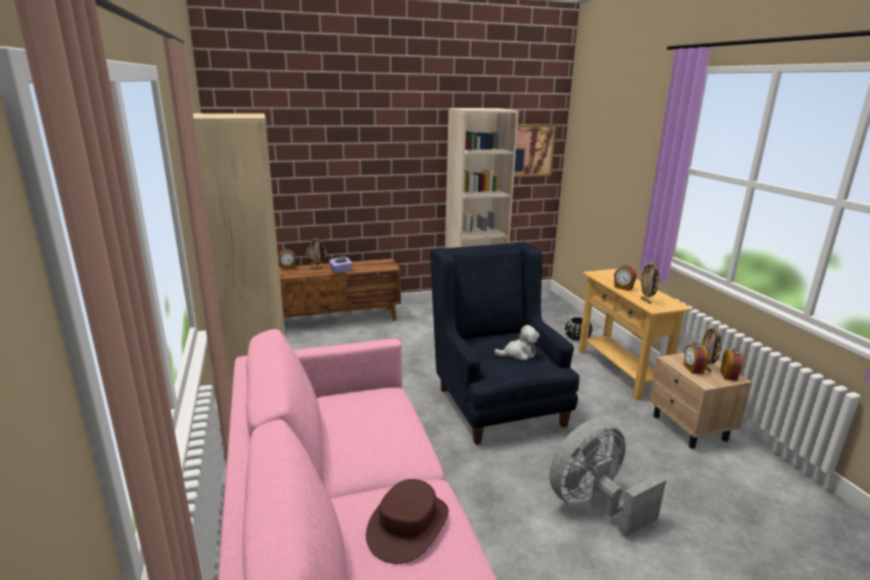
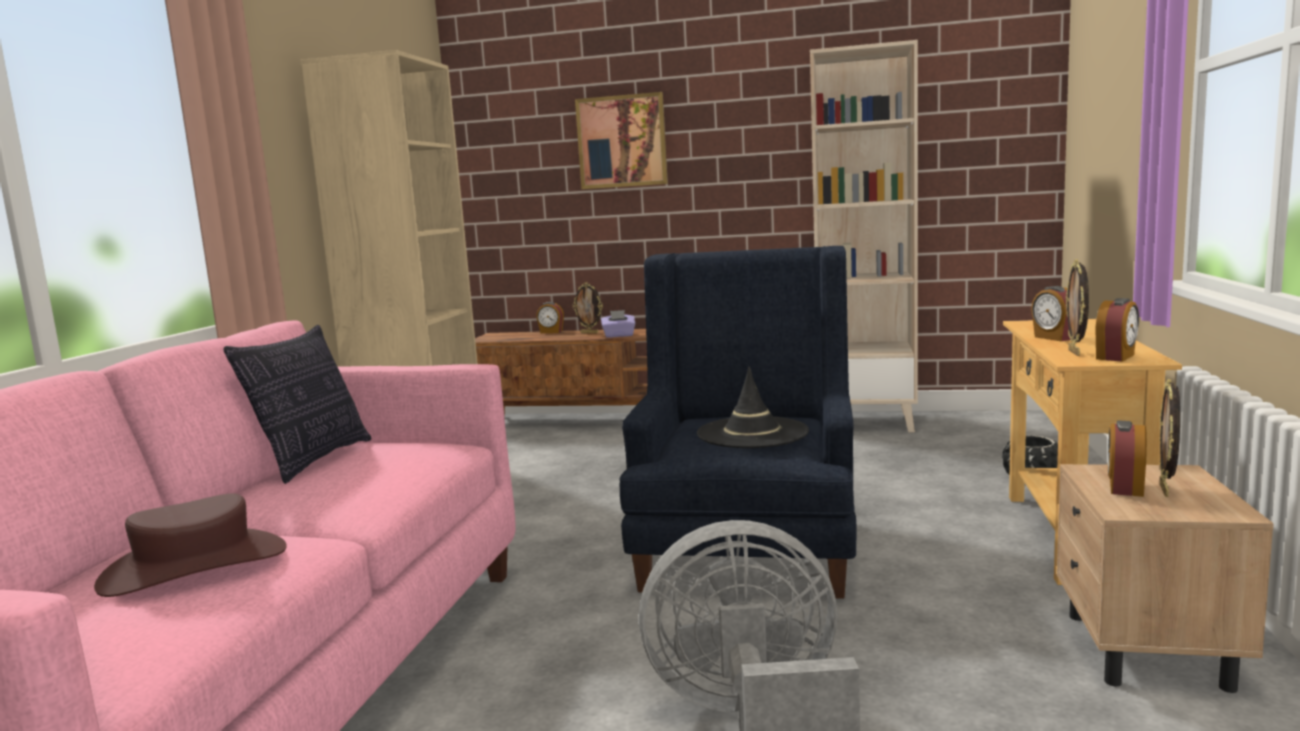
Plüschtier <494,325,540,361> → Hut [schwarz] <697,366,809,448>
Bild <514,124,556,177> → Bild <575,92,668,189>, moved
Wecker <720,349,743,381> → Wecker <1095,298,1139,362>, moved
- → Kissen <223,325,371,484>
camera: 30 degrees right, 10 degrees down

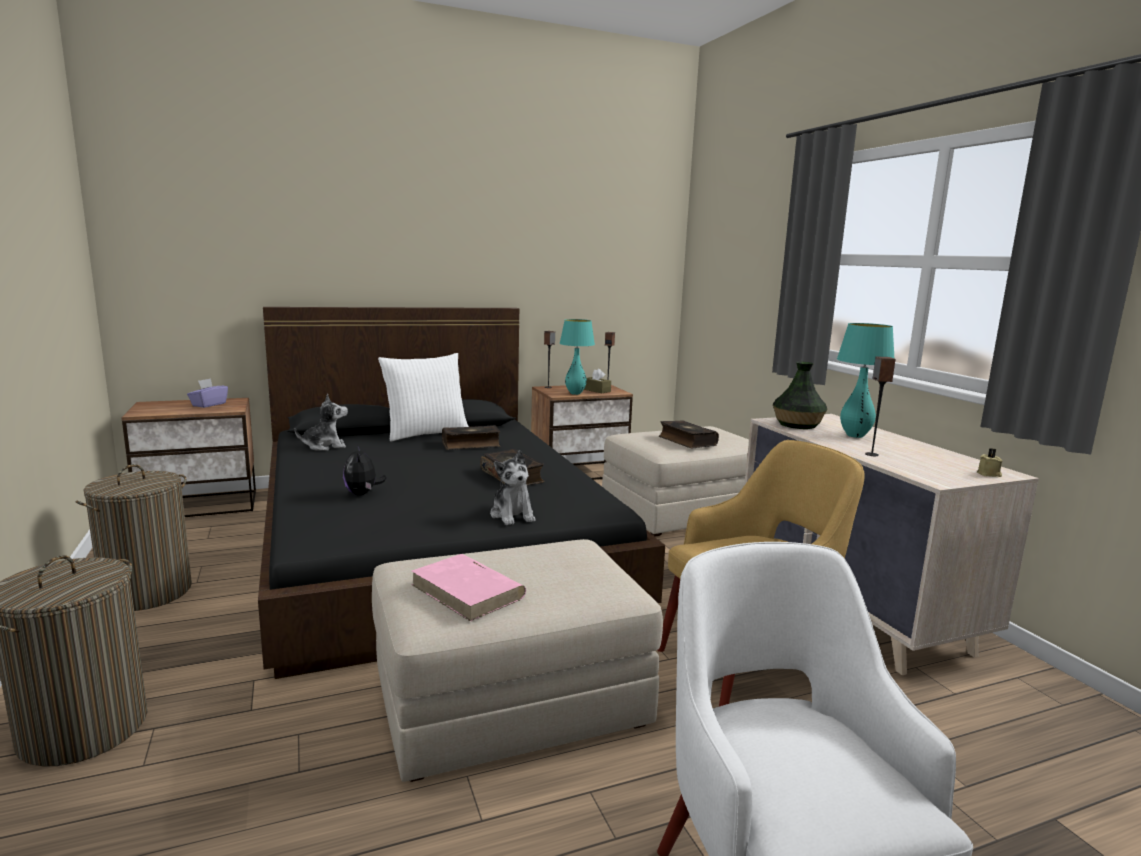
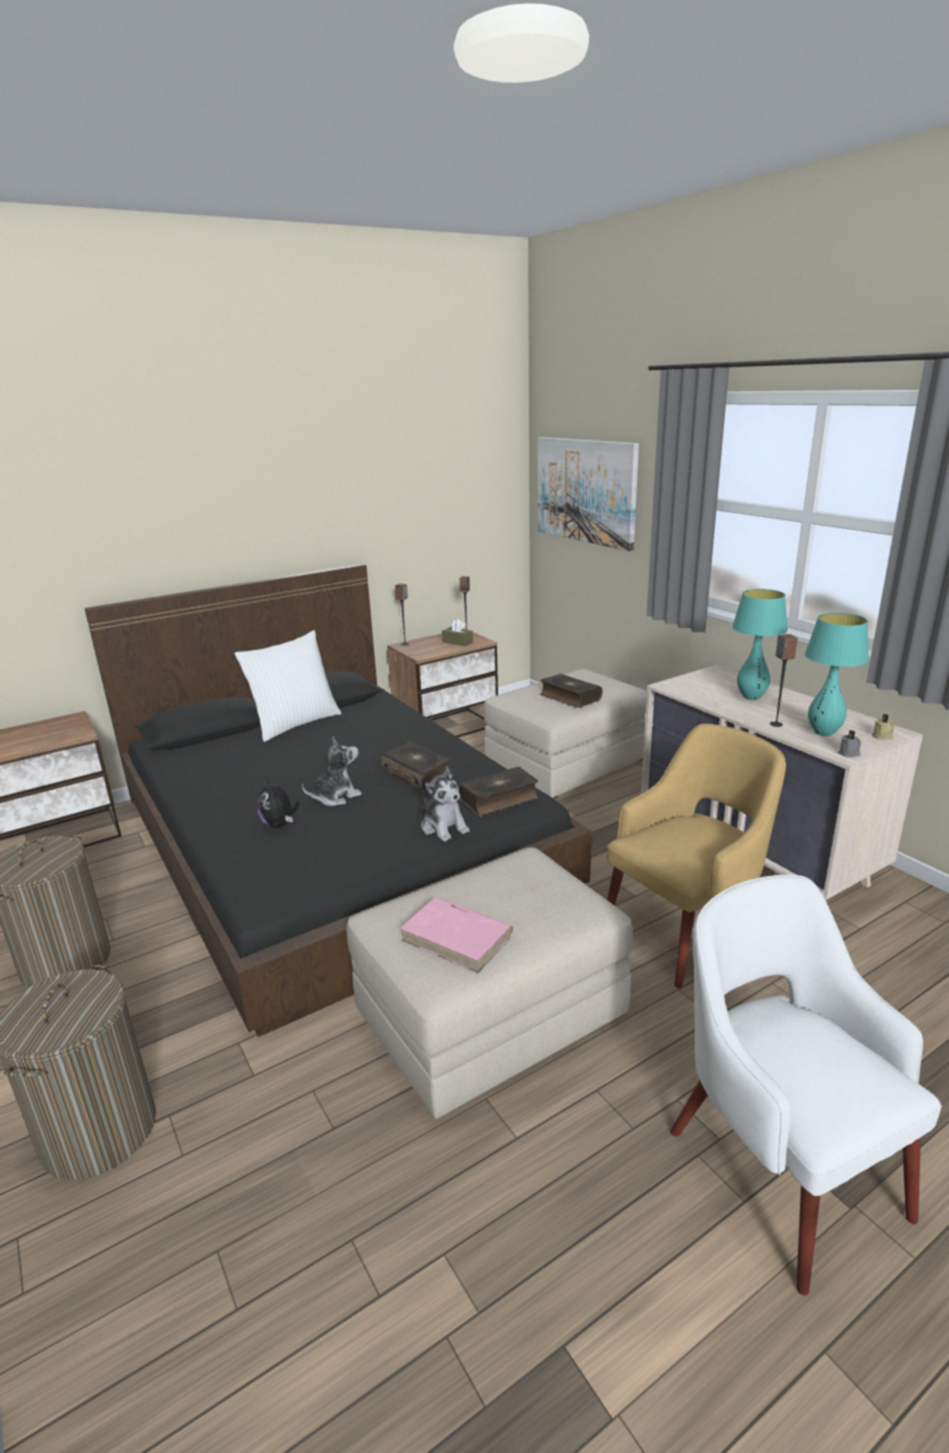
Taschentuchbox [lila] <187,378,228,408> → -
Plüschtier <294,394,348,451> → Plüschtier <302,736,362,806>, moved
Buch <442,425,500,450> → Buch <457,767,538,817>, moved
Tischlampe [türkis] <559,319,595,395> → Tischlampe [türkis] <805,613,869,736>, moved
Vase <773,362,828,429> → -
- → Bild <538,437,639,551>
- → Kerze [grau] <838,730,861,758>
camera: 10 degrees left, 10 degrees up

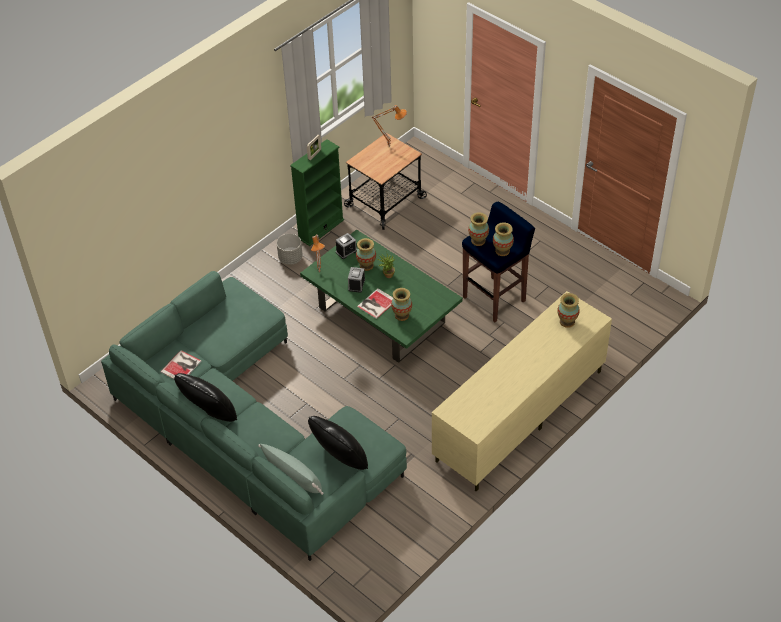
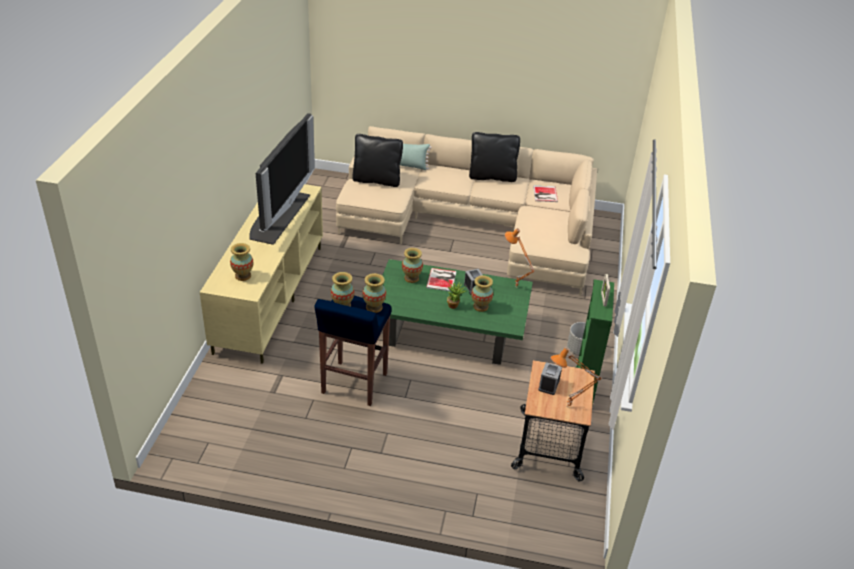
Sofa [grün] <101,271,407,561> → Sofa [beige] <336,126,597,296>
Wecker <336,233,357,259> → Wecker <538,362,562,395>, moved
- → Fernseher <249,113,315,245>
camera: 145 degrees right, 10 degrees down

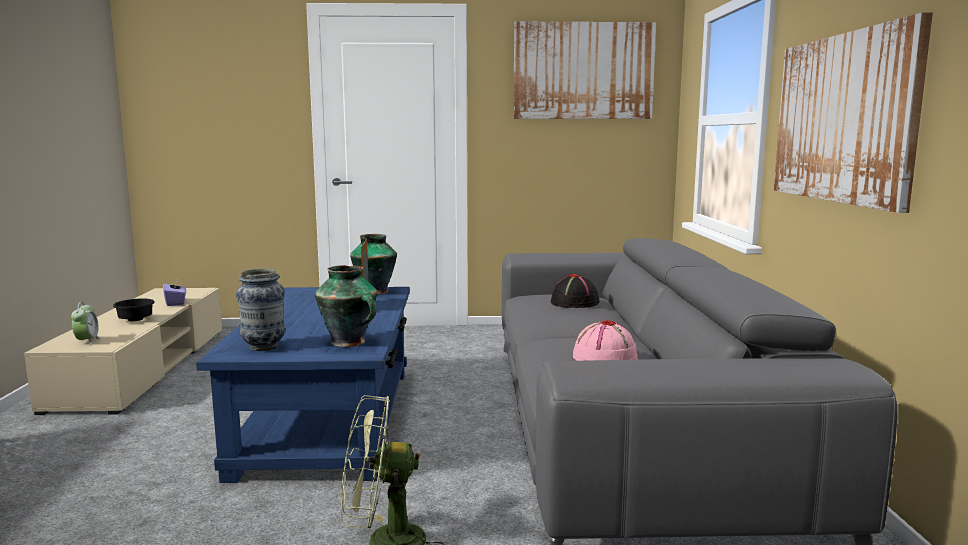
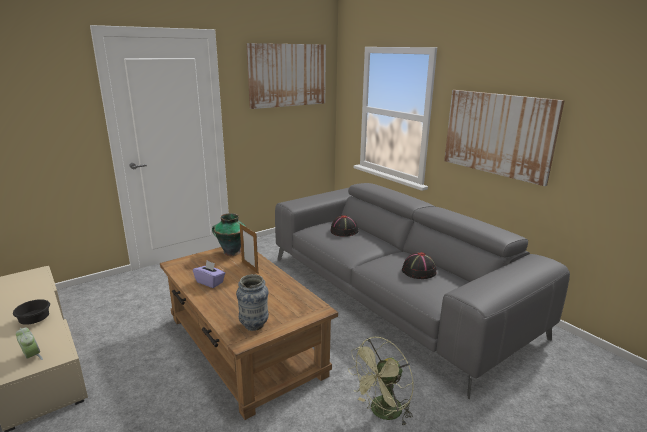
Taschentuchbox [lila] <163,280,186,306> → Taschentuchbox [lila] <193,260,225,288>, moved
Couchtisch [blau] <196,287,410,483> → Couchtisch [braun] <160,247,338,420>
Vase <315,265,377,347> → -
Hut [rosa] <573,320,638,361> → Hut [schwarz] <402,252,437,279>
camera: 35 degrees left, 10 degrees up

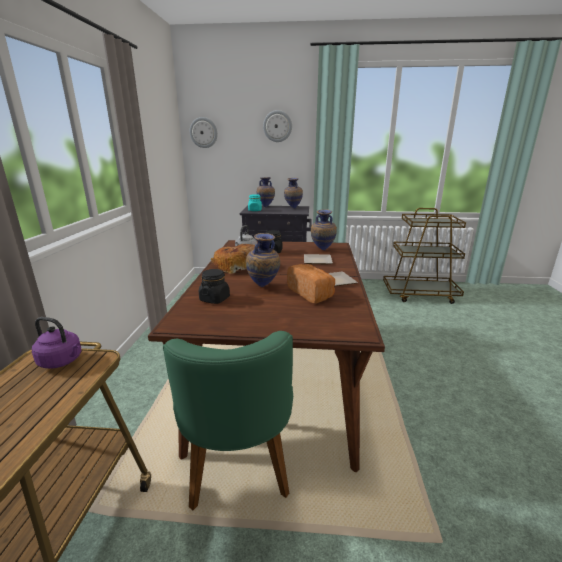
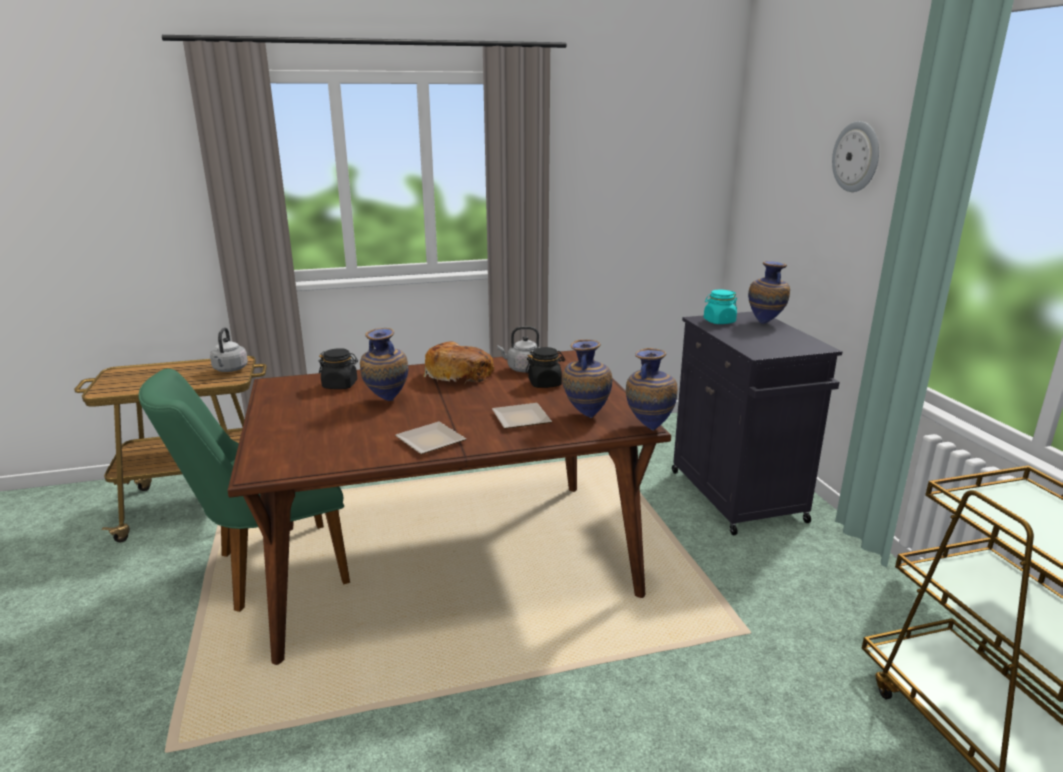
Wasserkessel [lila] <32,317,81,369> → Wasserkessel [grau] <210,328,248,372>
Wanduhr <190,117,218,148> → -
Vase <284,178,303,208> → Vase <626,348,678,431>, moved
Brot <287,264,335,303> → -
camera: 70 degrees right, 0 degrees up

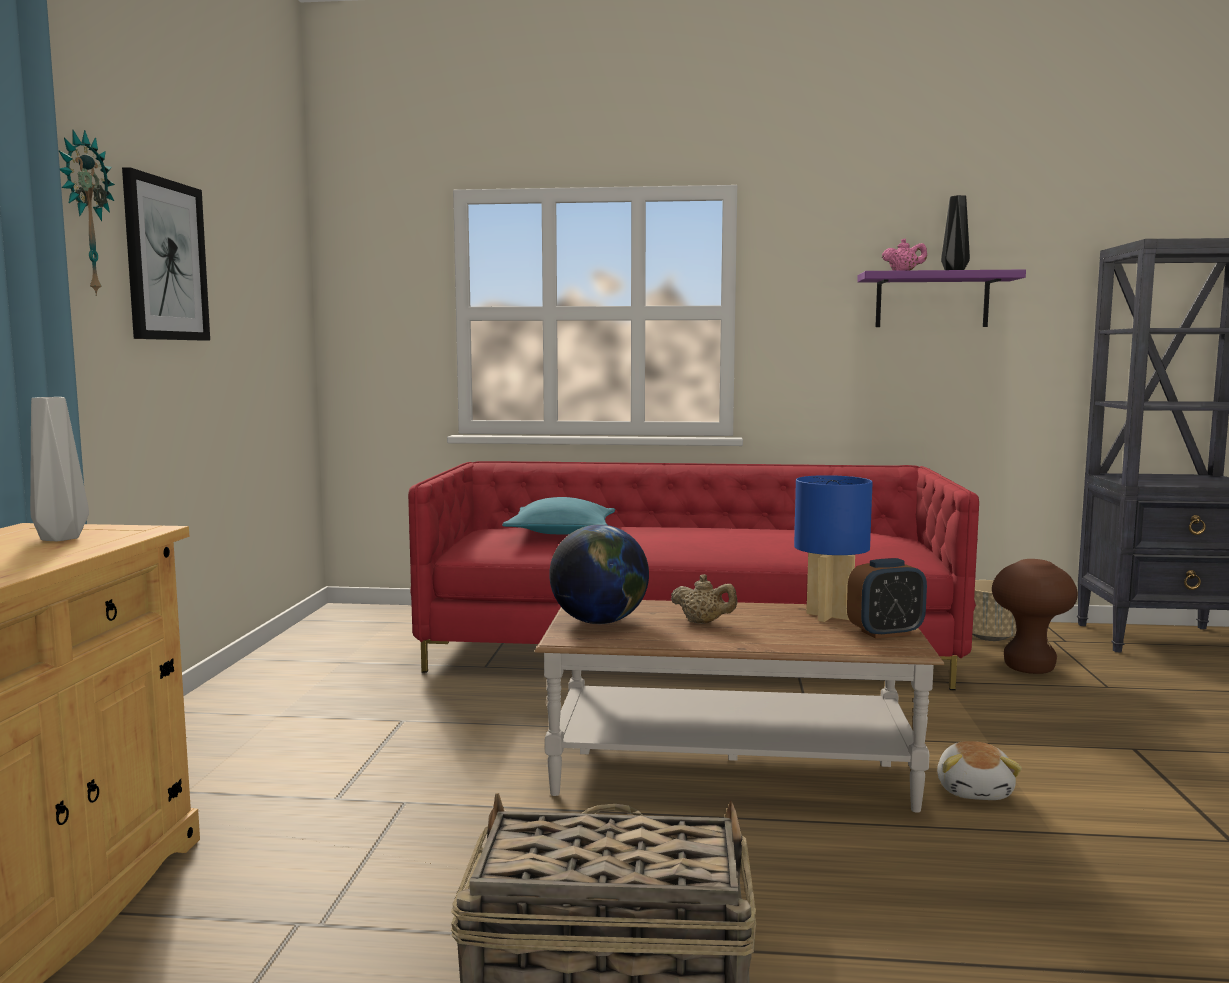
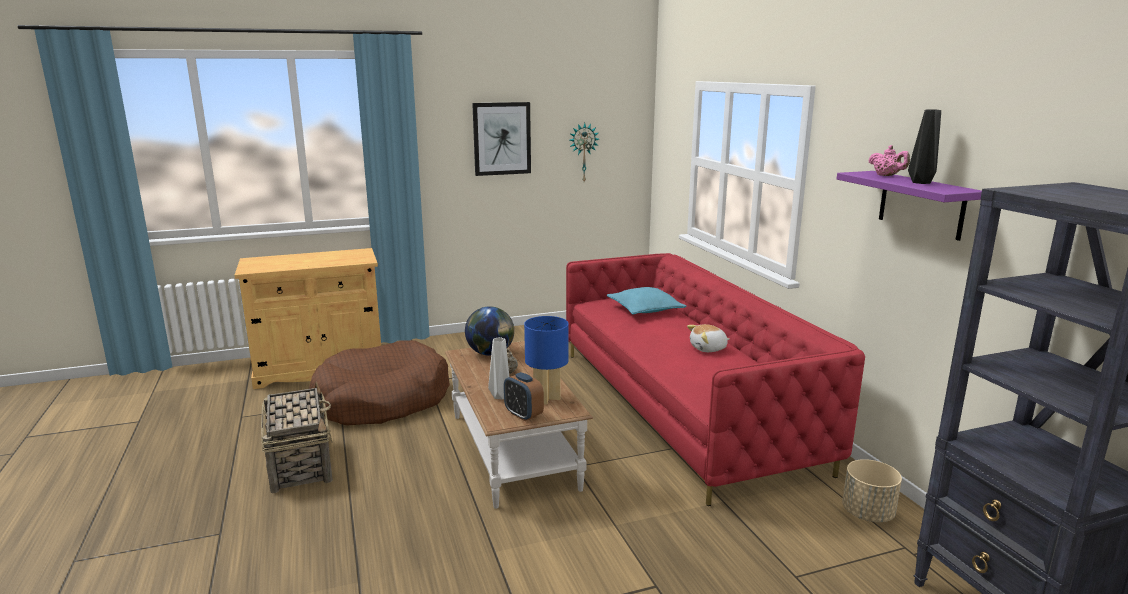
Vase [grau] <30,397,89,541> → Vase [grau] <488,337,509,400>, moved
Wanduhr <59,130,115,296> → Wanduhr <570,123,599,182>, moved
Plüschtier <937,741,1022,800> → Plüschtier <687,324,729,352>, moved
Hocker [braun] <992,559,1078,674> → -
- → Hundebett [braun] <309,340,450,426>
camera: 65 degrees right, 10 degrees up

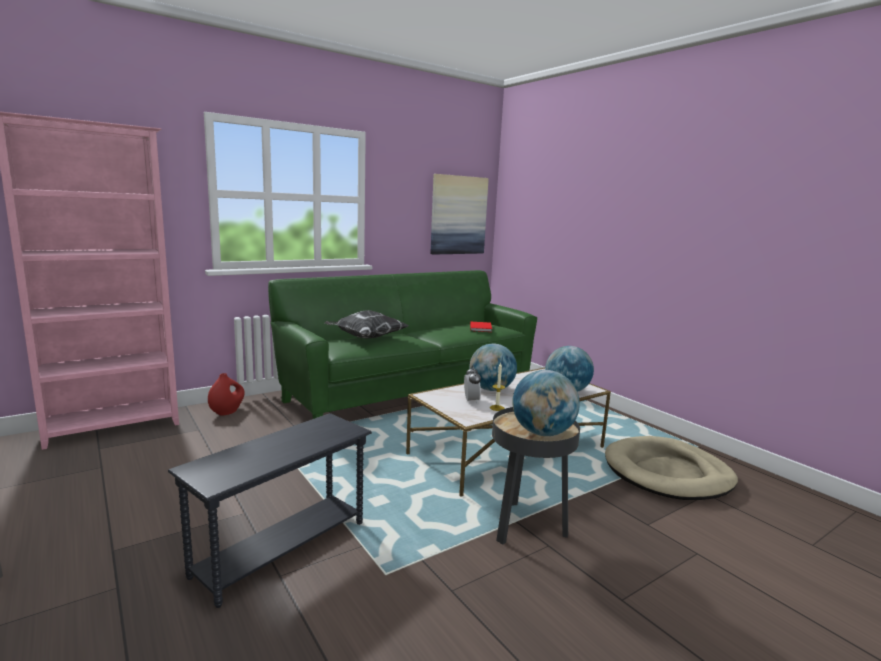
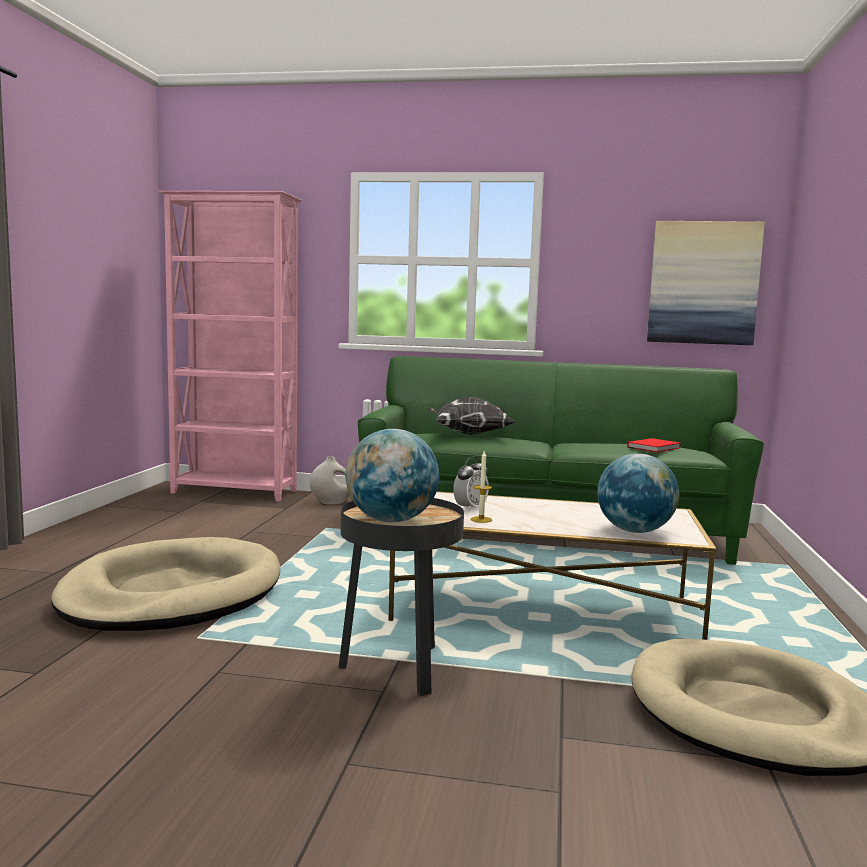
Beistelltisch [grau] <168,413,372,608> → Hundebett [beige] <51,537,280,631>
Vase [rot] <208,373,245,415> → Vase [weiß] <310,456,350,504>
Globus <469,343,517,391> → -
camera: 45 degrees right, 5 degrees down

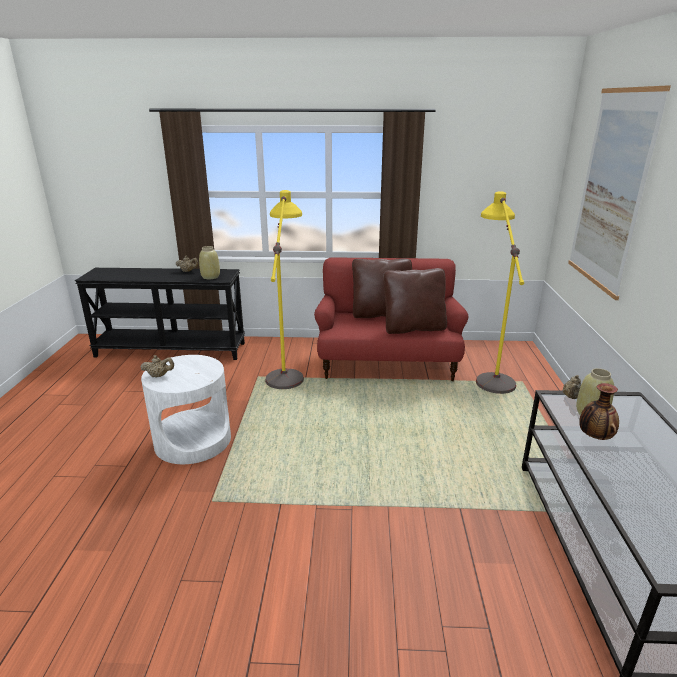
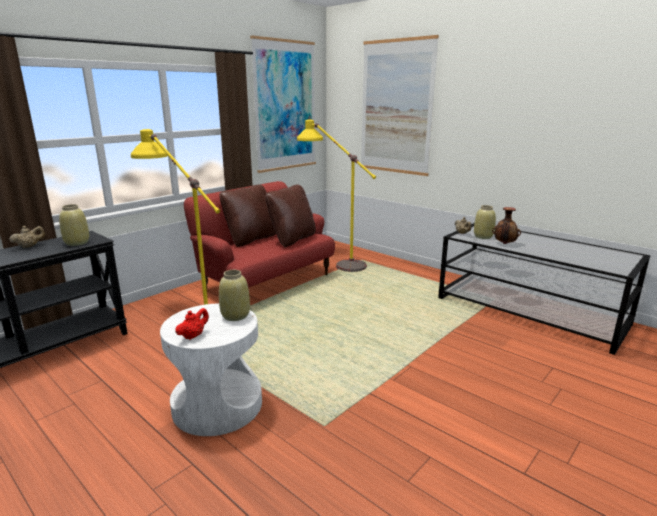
Teekanne [beige] <140,355,174,377> → Teekanne [rot] <175,308,209,340>
- → Vase [beige] <219,270,250,321>
- → Bild <250,35,316,173>
camera: 50 degrees left, 5 degrees down

